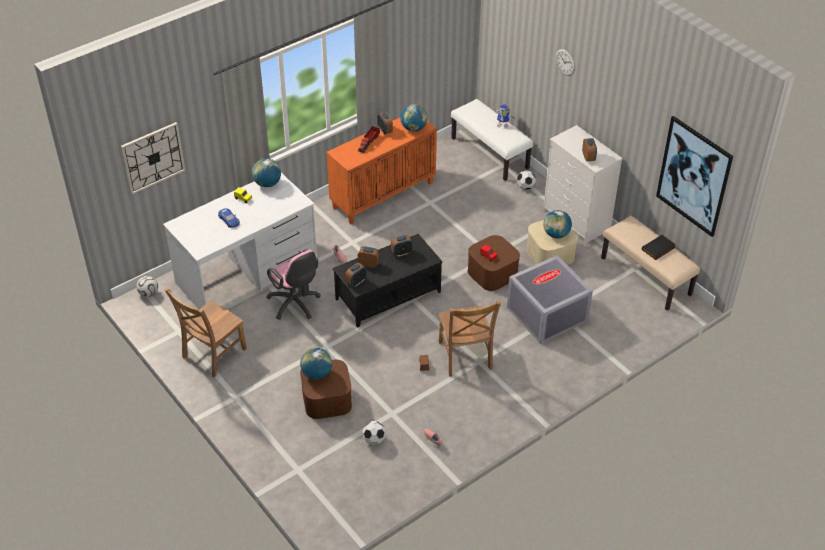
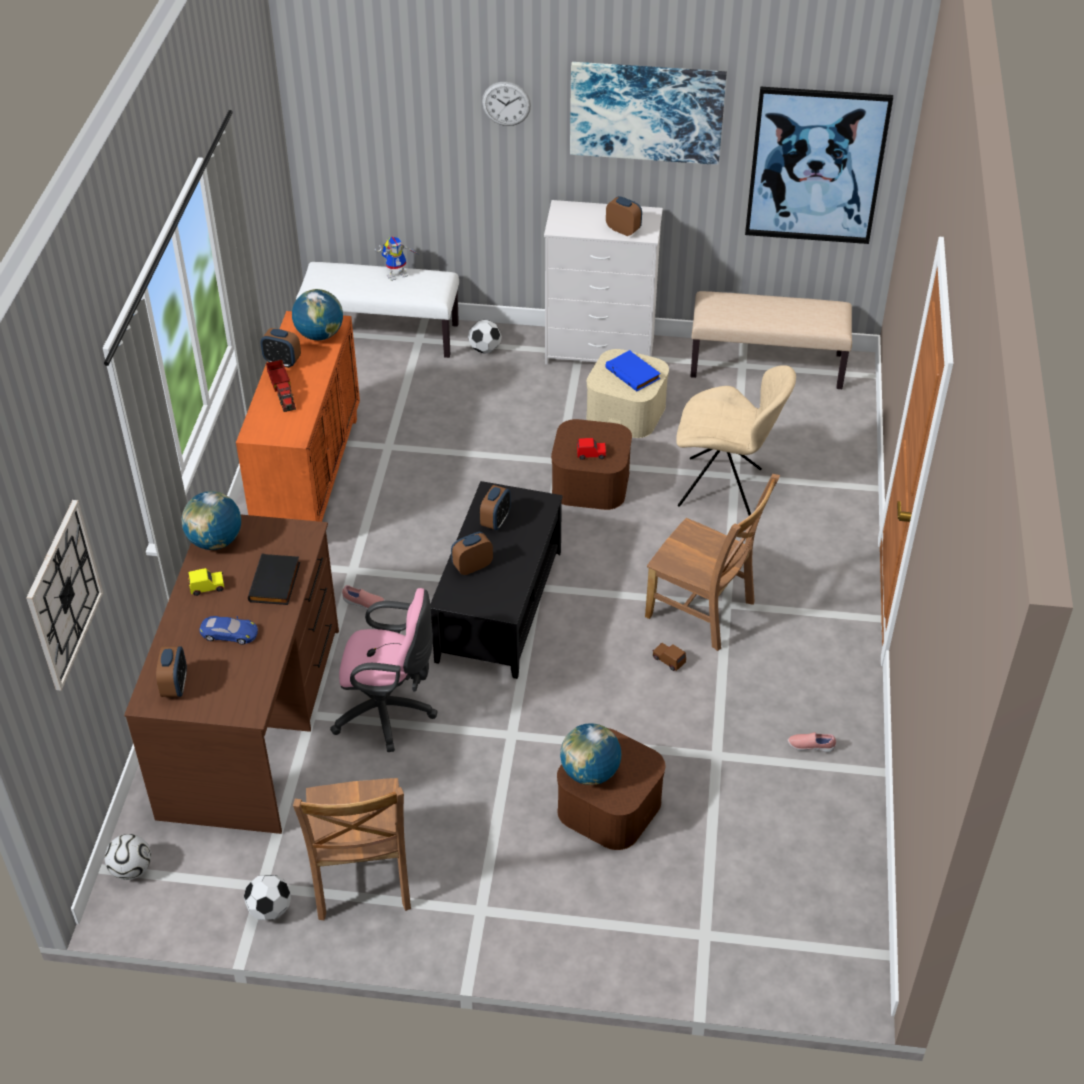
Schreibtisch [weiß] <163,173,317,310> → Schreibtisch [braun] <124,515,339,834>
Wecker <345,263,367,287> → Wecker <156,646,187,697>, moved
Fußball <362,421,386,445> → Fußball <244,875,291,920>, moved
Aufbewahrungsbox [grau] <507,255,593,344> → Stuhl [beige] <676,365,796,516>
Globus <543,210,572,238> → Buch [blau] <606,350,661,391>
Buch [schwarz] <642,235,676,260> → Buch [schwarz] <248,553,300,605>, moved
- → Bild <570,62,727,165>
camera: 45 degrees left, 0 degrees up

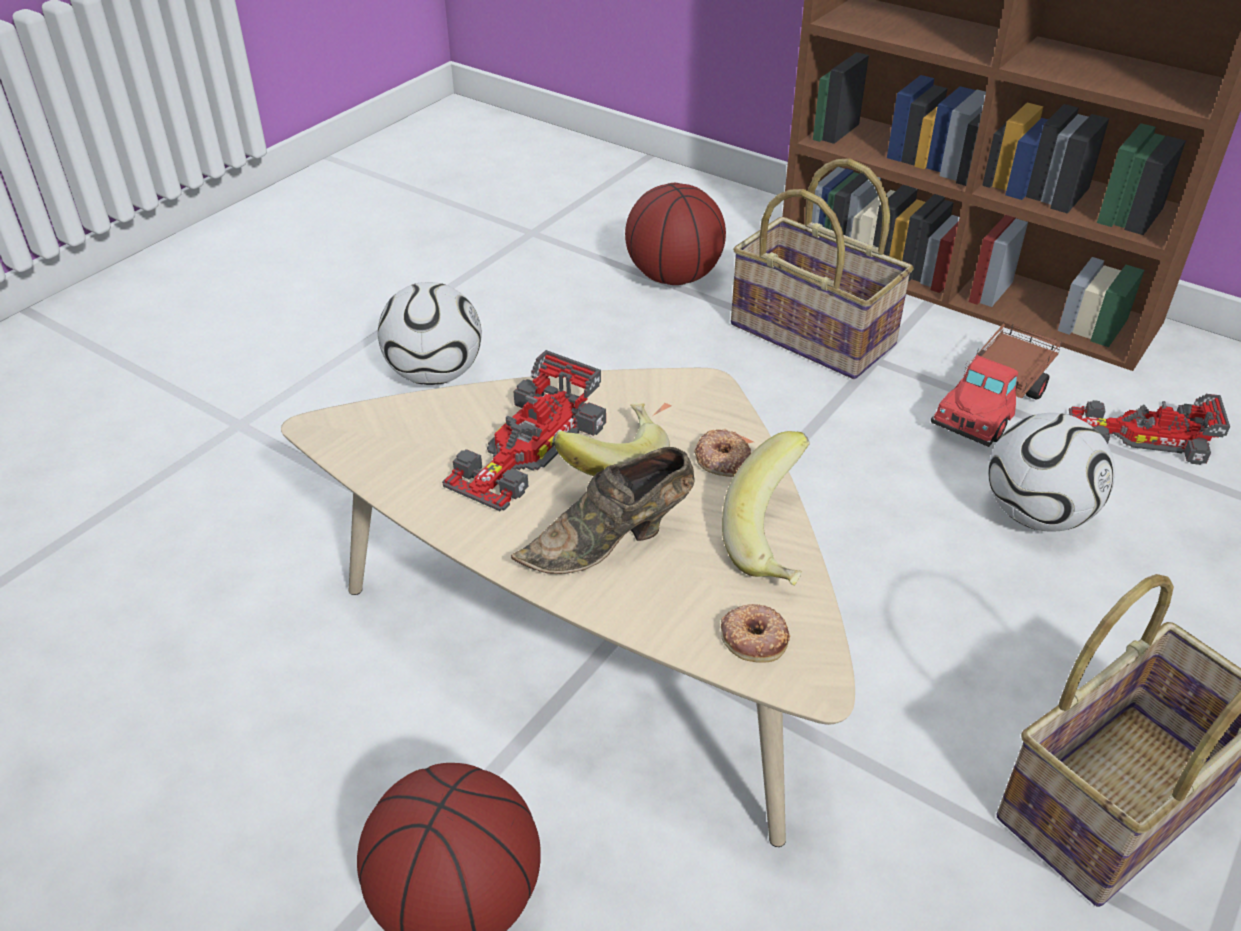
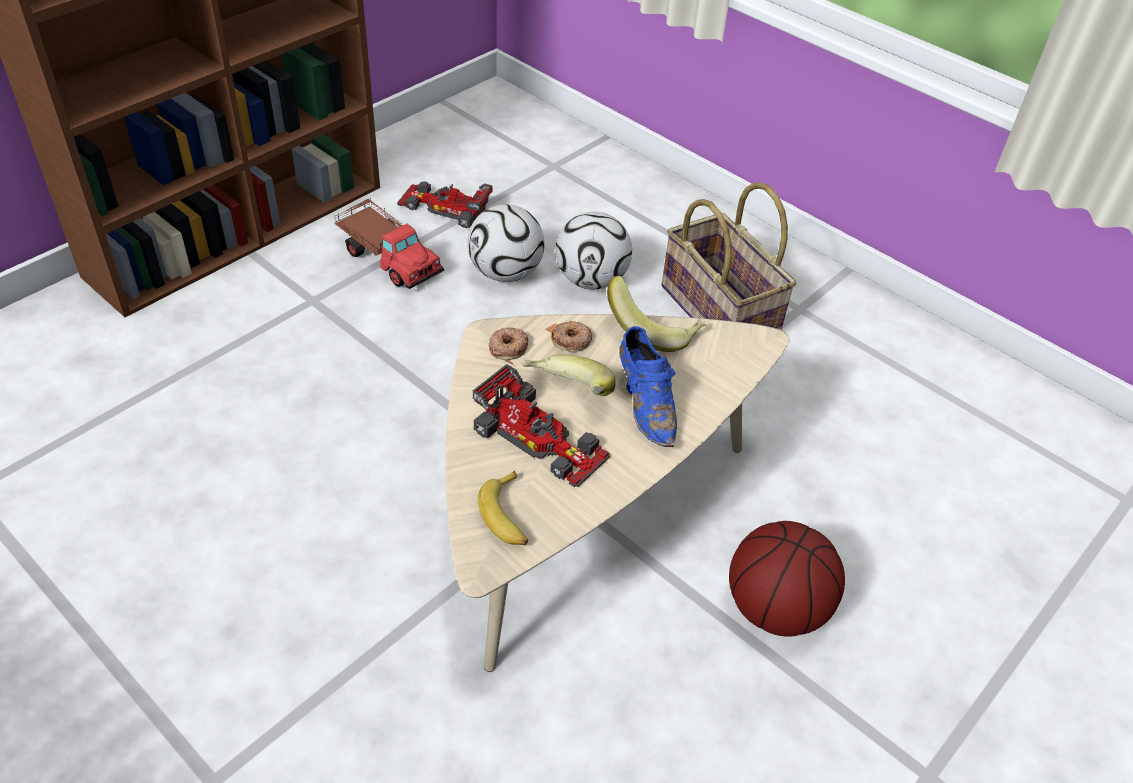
Fußball <378,282,482,385> → Fußball <555,212,632,289>, moved
Schuh [braun] <511,447,695,574> → Schuh [blau] <619,326,677,447>
Basketball <625,183,726,285> → -
Donut <721,604,790,663> → Donut <489,327,528,360>, moved
Korb <731,158,914,379> → -
Spielzeugauto <1069,394,1230,465> → Spielzeugauto <397,181,493,228>, 90 degrees clockwise
- → Banane <478,471,528,545>
camera: 85 degrees left, 5 degrees up

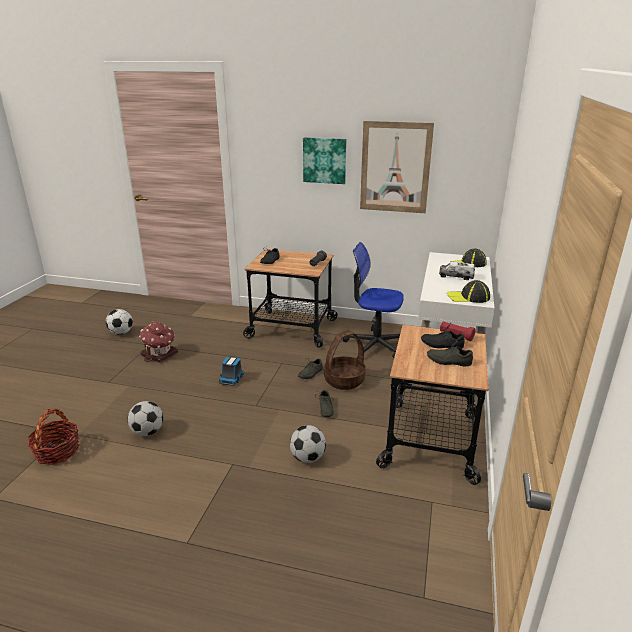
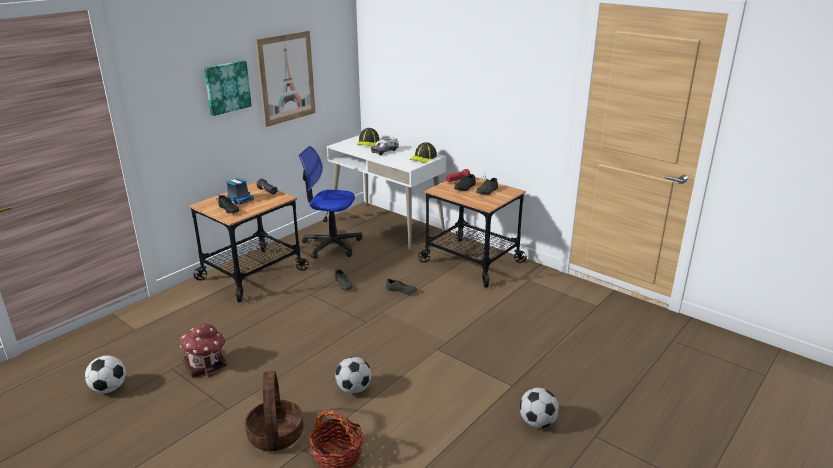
Spielzeuglaster <219,357,244,386> → Spielzeuglaster <226,178,254,204>, moved
Fußball <290,425,326,463> → Fußball <520,388,559,428>, moved
Korb <324,330,366,390> → Korb <245,371,303,451>, moved
Bürostuhl <343,242,404,359> → Bürostuhl <299,146,362,259>, 60 degrees clockwise
camera: 65 degrees left, 0 degrees up

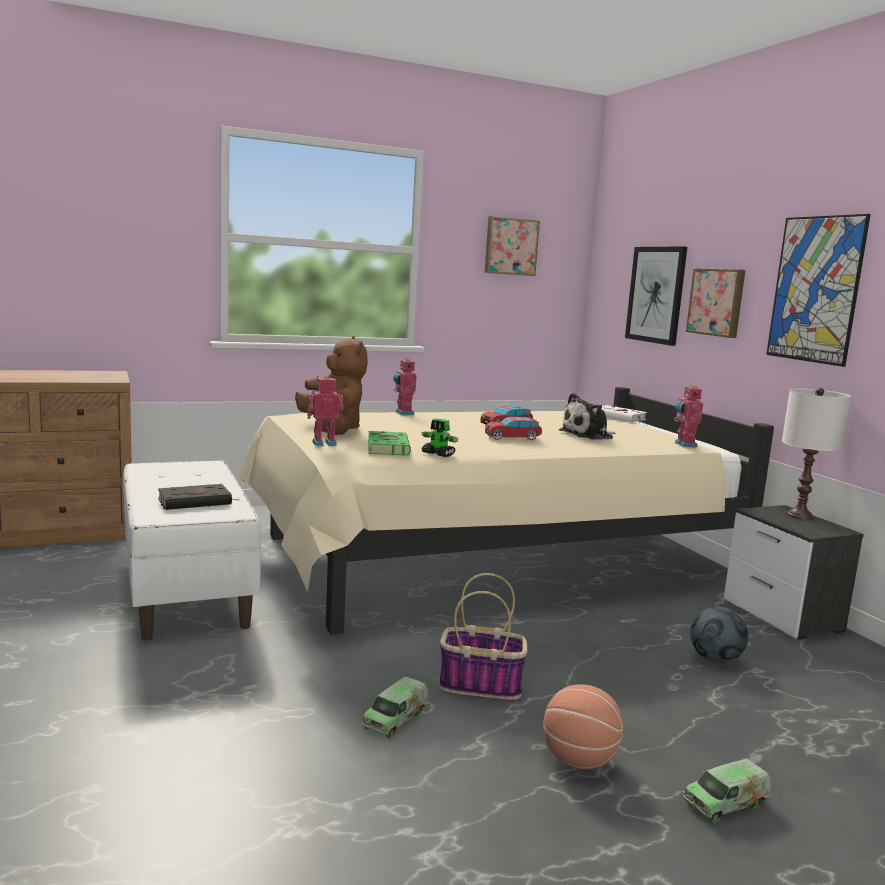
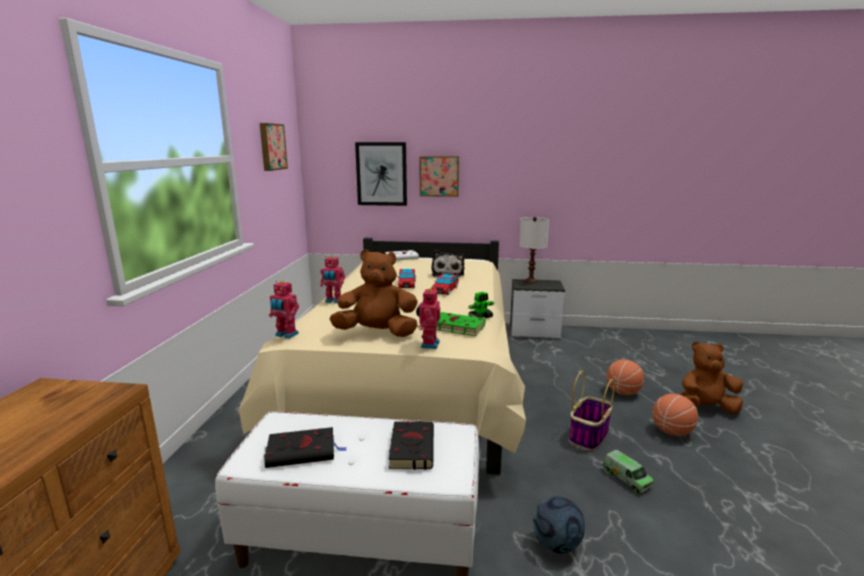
Spielzeugroboter <674,384,703,447> → Spielzeugroboter <269,281,299,339>, moved
Spielzeuglaster <683,759,771,823> → Plüschtier [braun] <679,341,743,414>
Fußball <690,607,749,663> → Fußball <533,496,585,554>, moved
Bild <766,214,871,367> → -
- → Buch [schwarz] <264,427,347,468>
- → Basketball <606,360,644,395>
camera: 60 degrees left, 5 degrees up

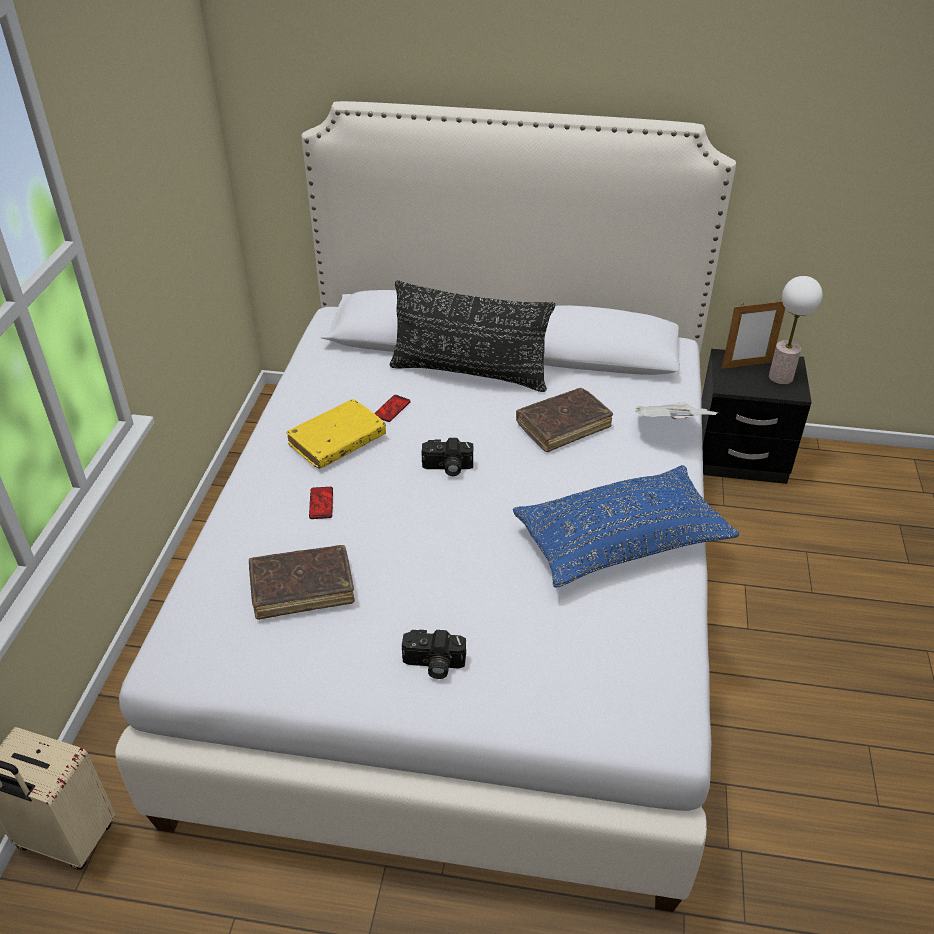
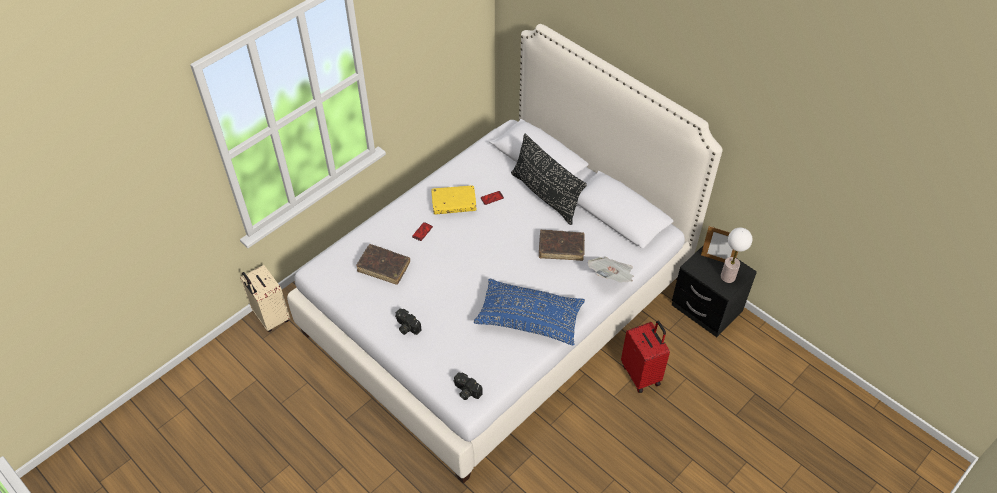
Kamera <421,438,473,476> → Kamera <454,373,483,400>, moved
- → Koffer [rot] <621,320,670,393>
camera: 35 degrees right, 10 degrees up

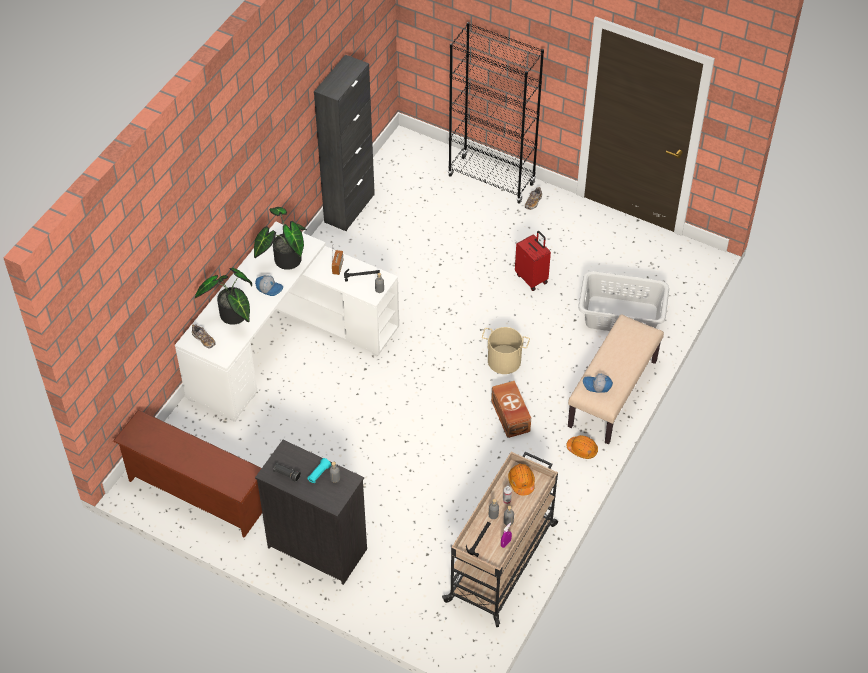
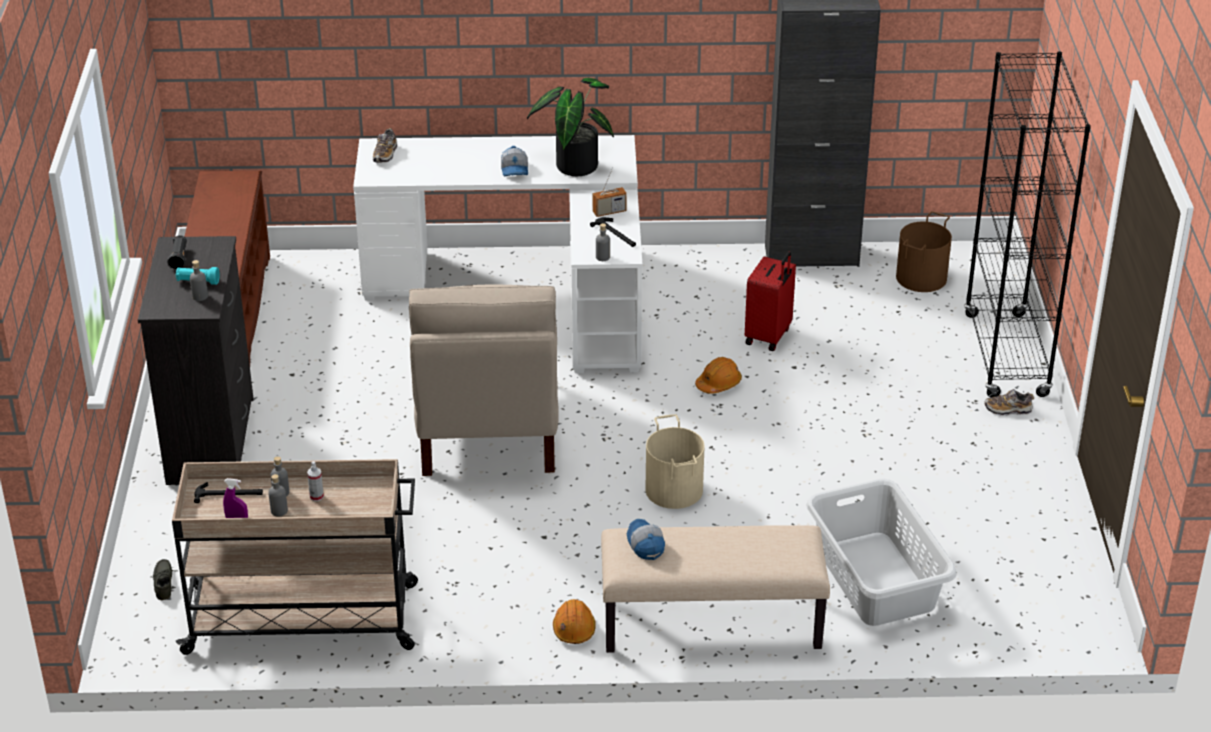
Topfpflanze <195,268,252,325> → -
Aufbewahrungsbox [braun] <491,381,531,438> → -
Schutzhelm [orange] <508,464,535,496> → Schutzhelm [orange] <695,357,742,394>, moved
Koffer [rot] <515,231,551,291> → Koffer [rot] <745,252,796,351>, moved
- → Schuh [grau] <151,559,177,600>
- → Stuhl [beige] <409,284,559,476>
- → Eimer [braun] <896,211,952,292>
camera: 60 degrees right, 15 degrees down

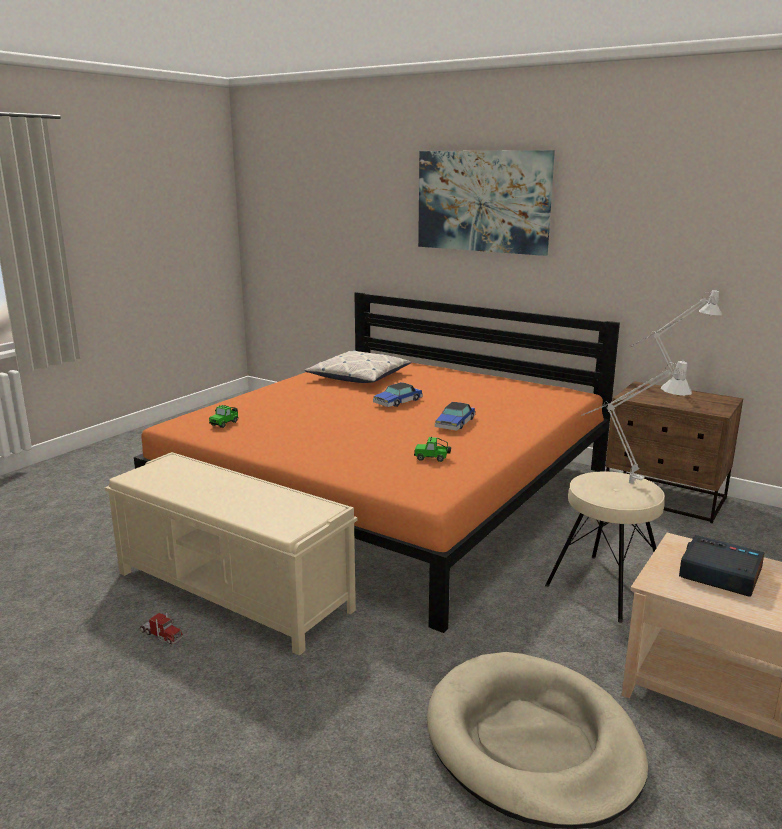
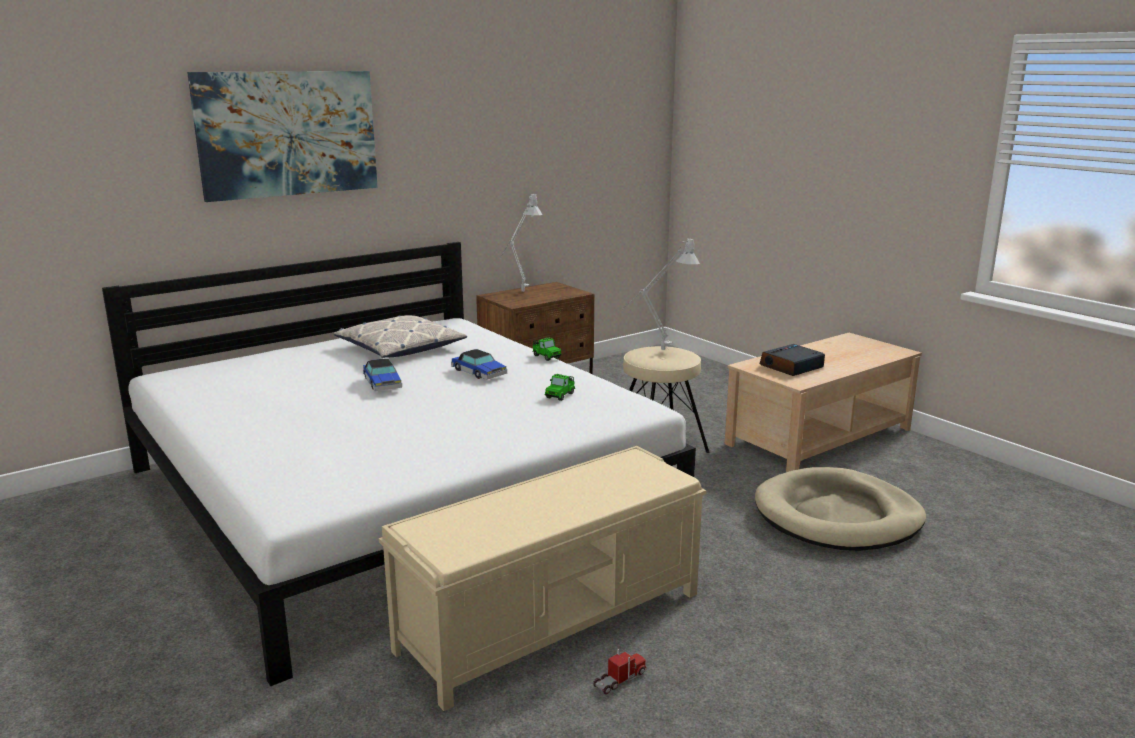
Bett [orange] <134,292,620,633> → Bett [weiß] <102,242,696,686>
Spielzeugauto <209,405,238,428> → Spielzeugauto <532,337,561,361>, moved
Kissen <304,350,411,383> → Kissen <334,315,467,358>, moved
camera: 70 degrees left, 0 degrees up

